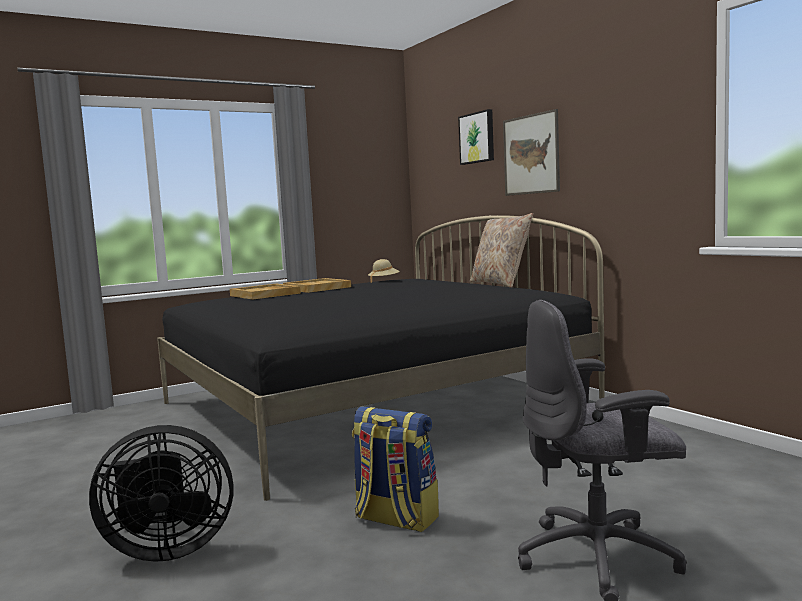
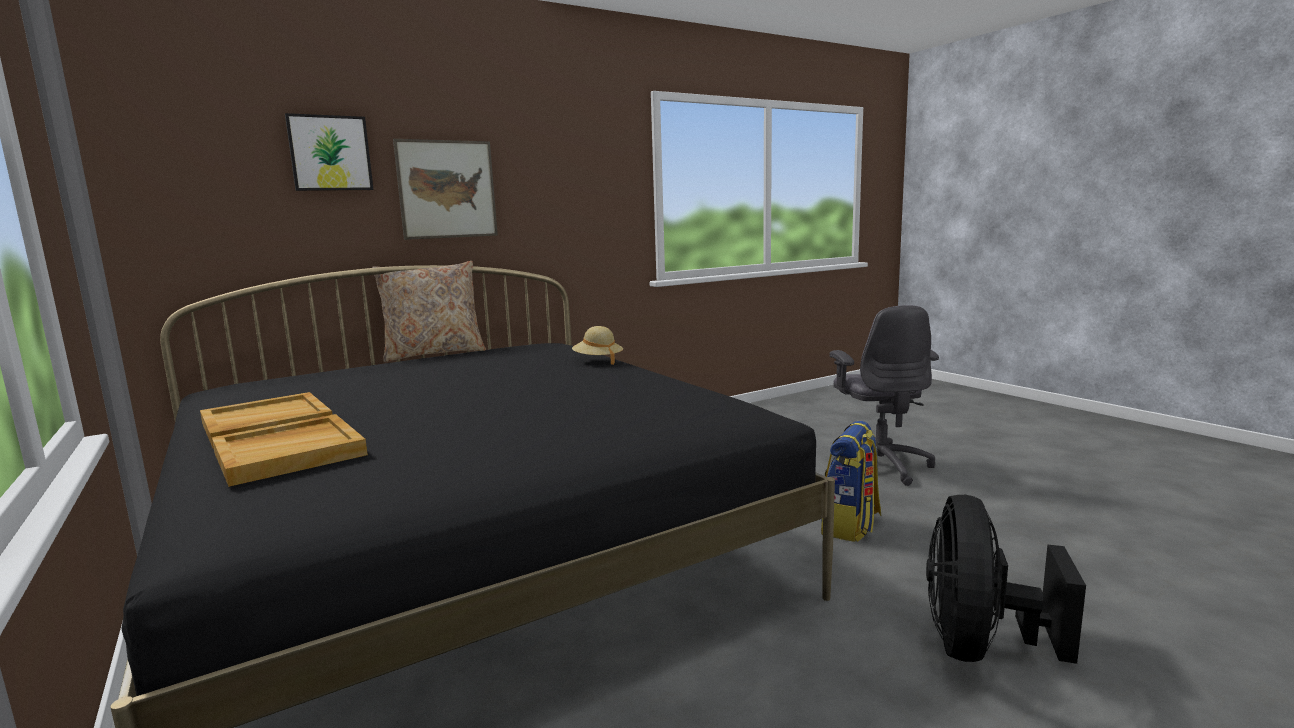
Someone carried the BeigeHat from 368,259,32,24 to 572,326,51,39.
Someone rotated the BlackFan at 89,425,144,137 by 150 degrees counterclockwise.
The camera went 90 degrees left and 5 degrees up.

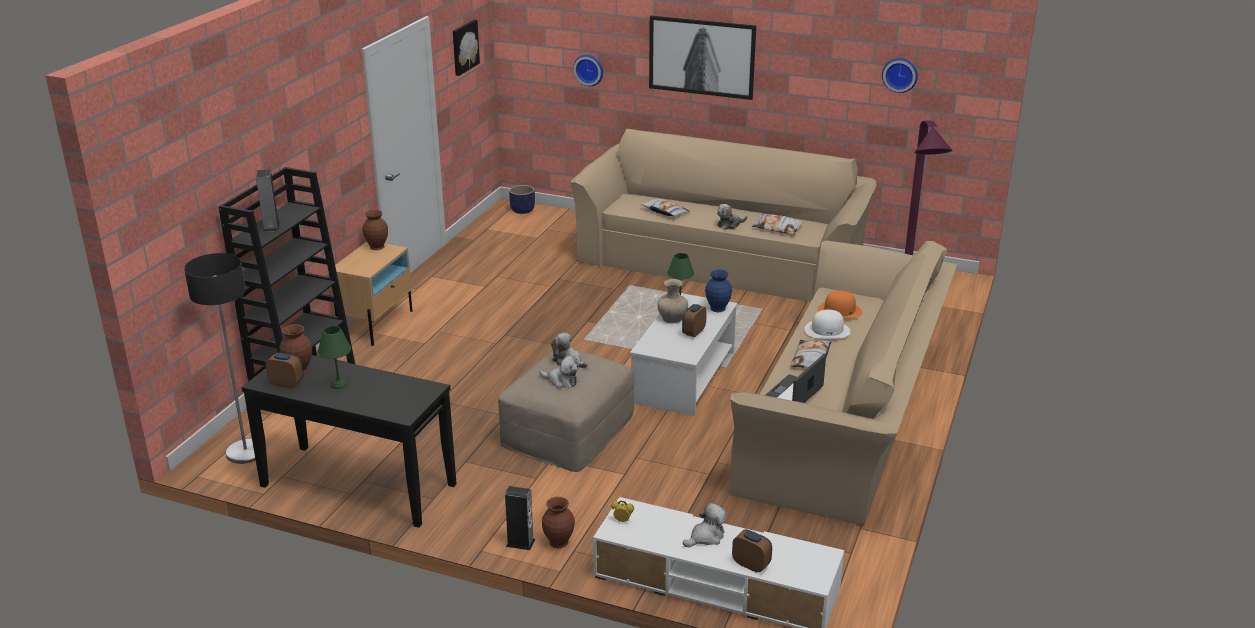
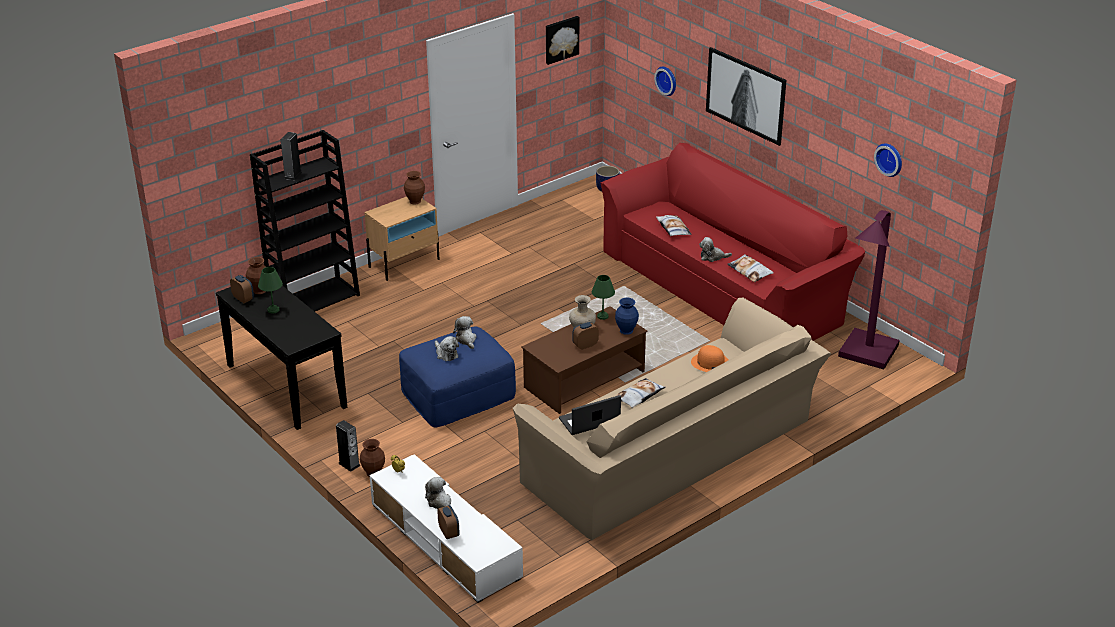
Someone repainted the BeigeOttoman at 498,350,136,122, which became the BlueOttoman at 399,326,117,102.
Someone rotated the PlushToy at 683,503,43,44 by 120 degrees counterclockwise.
Someone repainted the WhiteCoffeeTable at 630,293,107,123, which became the BrownCoffeeTable at 521,306,127,108.
Someone repainted the BeigeSofa at 570,129,307,173, which became the RedSofa at 601,143,264,198.
Someone took away the FloorLamp at 184,253,72,211.
Someone took away the WhiteHat at 804,310,46,29.
The camera went 30 degrees right and 5 degrees up.

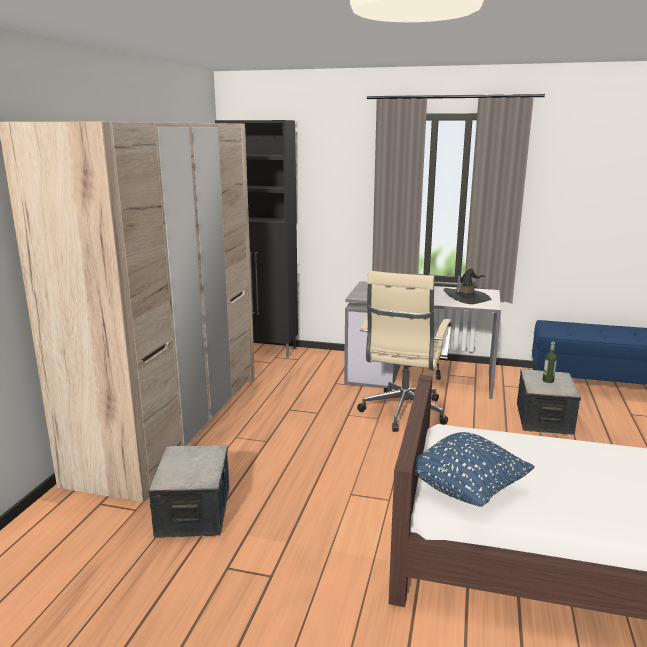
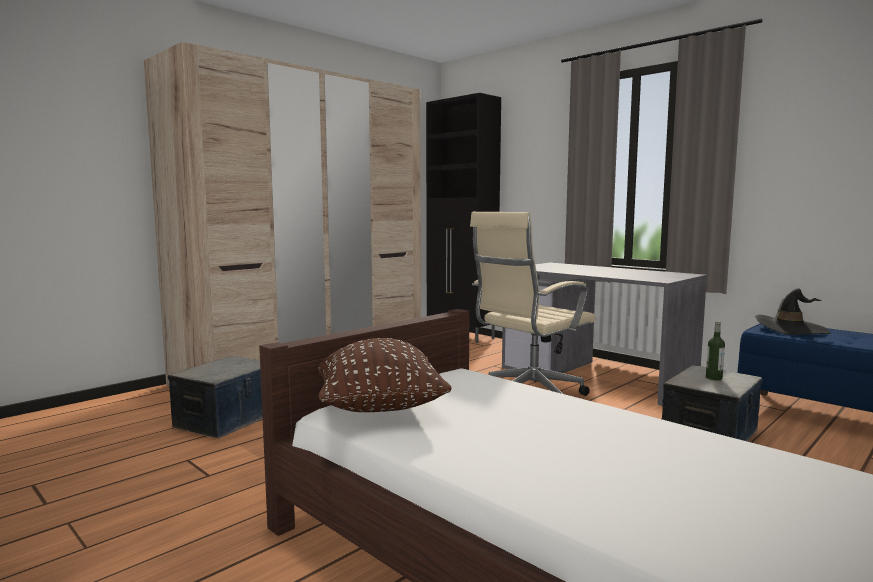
Someone repainted the BluePillow at 415,432,120,75, which became the BrownPillow at 318,338,134,74.
Someone carried the BlackHat from 443,268,48,36 to 755,288,75,47.
The camera went 30 degrees right and 10 degrees down.

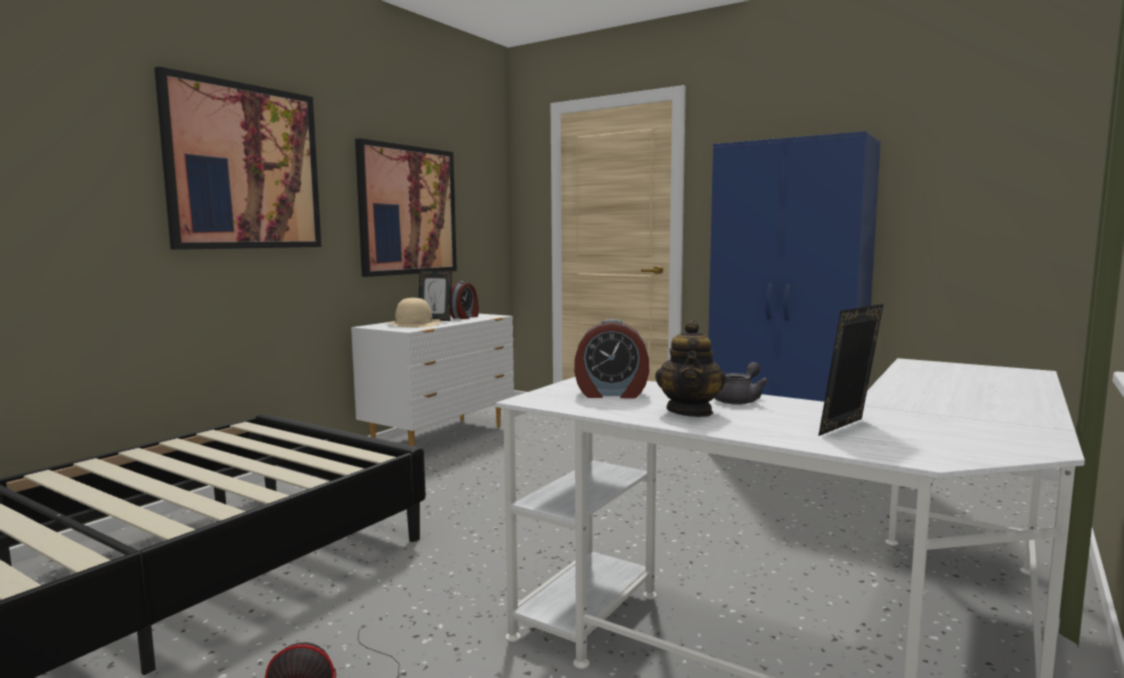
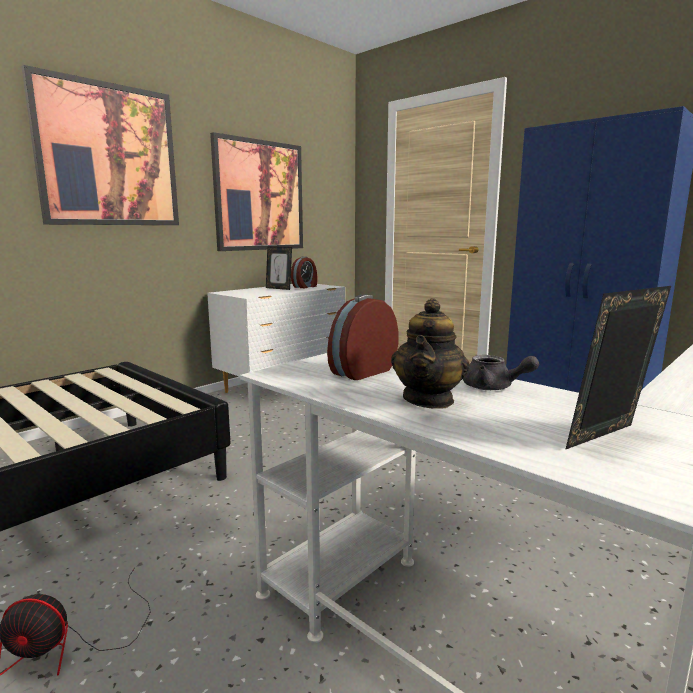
Someone rotated the AlarmClock at 574,319,75,79 by 120 degrees clockwise.
Someone rotated the GreyTeapot at 714,362,55,43 by 75 degrees clockwise.
Someone took away the BeigeHat at 386,298,55,30.
The camera went 10 degrees right and 5 degrees up.

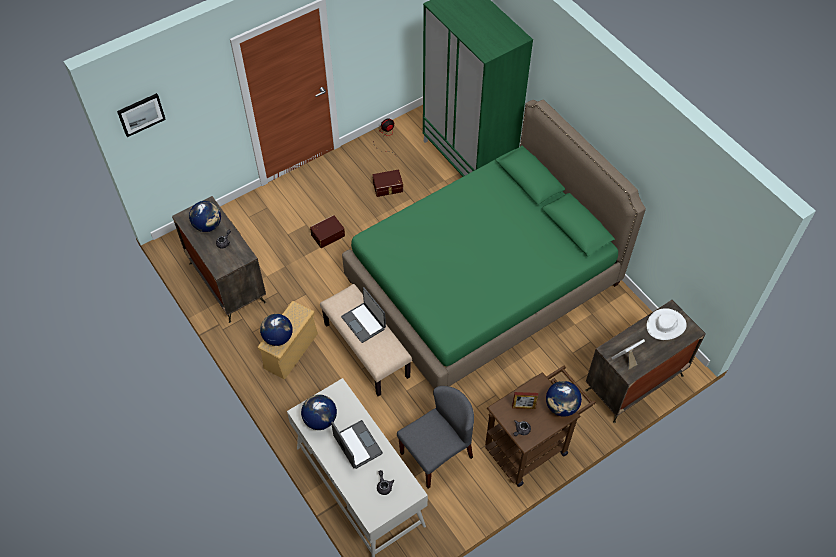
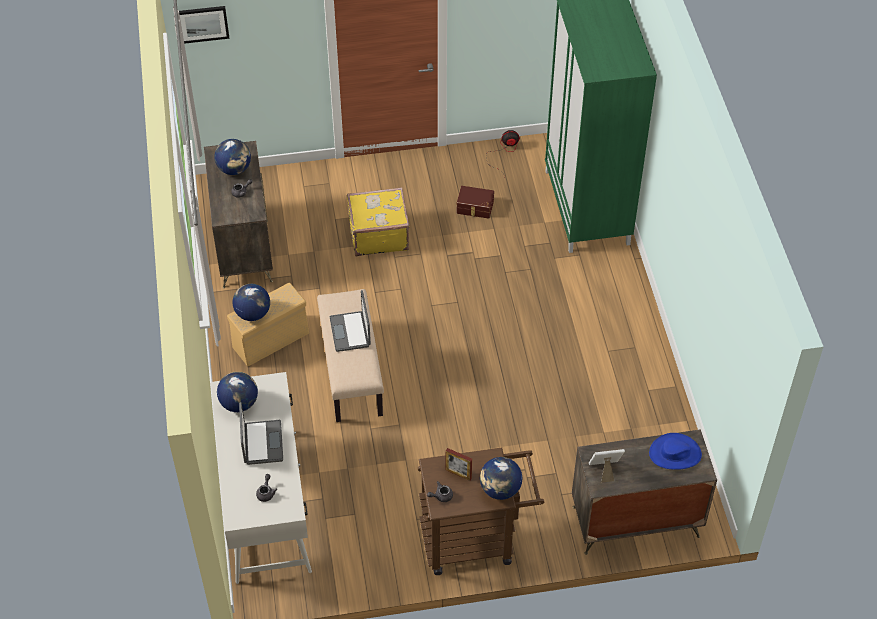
Someone swapped the BrownStorageBox at 310,215,35,33 for the YellowSuitcase at 347,187,62,69.
Someone repainted the WhiteHat at 647,308,40,32, which became the BlueHat at 649,433,53,37.
Someone took away the GreenBed at 342,100,304,289.
Someone took away the GreyChair at 397,386,77,103.
The camera went 25 degrees right and 5 degrees down.

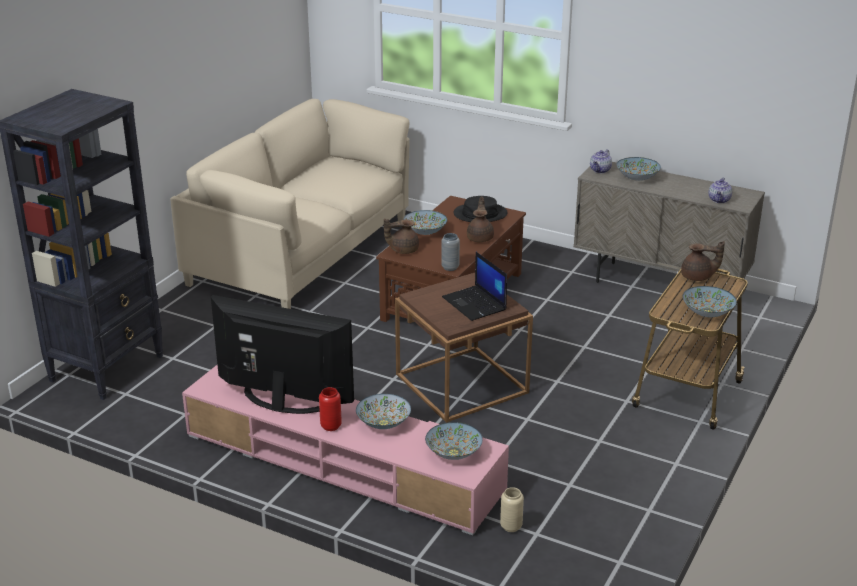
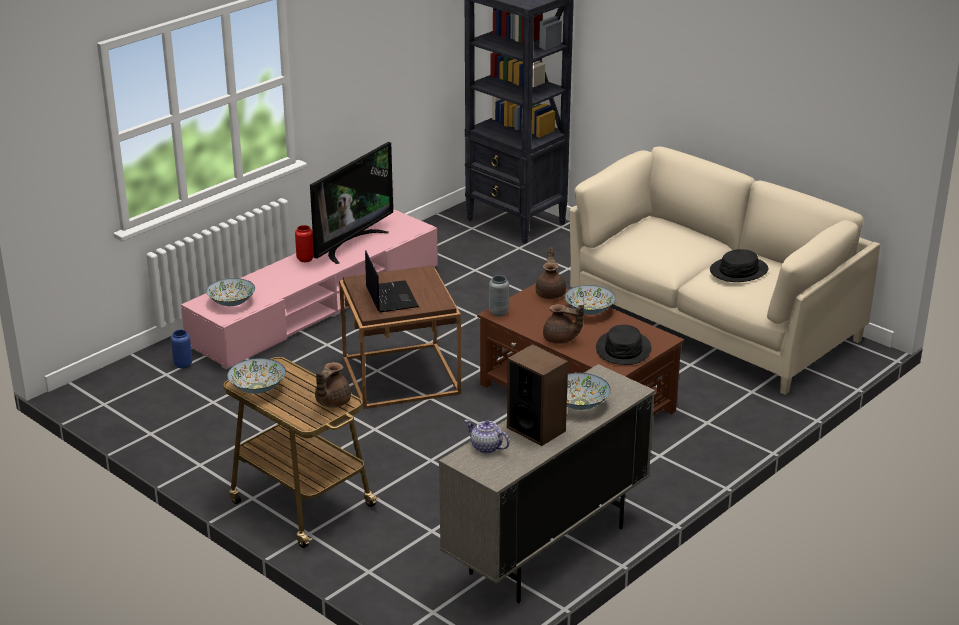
Someone repainted the BeigeVase at 500,487,24,45, which became the BlueVase at 171,330,21,39.
Someone rotated the Laptop at 442,252,65,69 by 90 degrees clockwise.
Someone put down the Speaker at 507,344,61,102.
Someone put down the BlackHat at 710,249,59,33.
Someone took away the Bowl at 356,394,55,35.
Someone took away the Teapot at 590,149,22,24.
The camera went 105 degrees right and 0 degrees up.

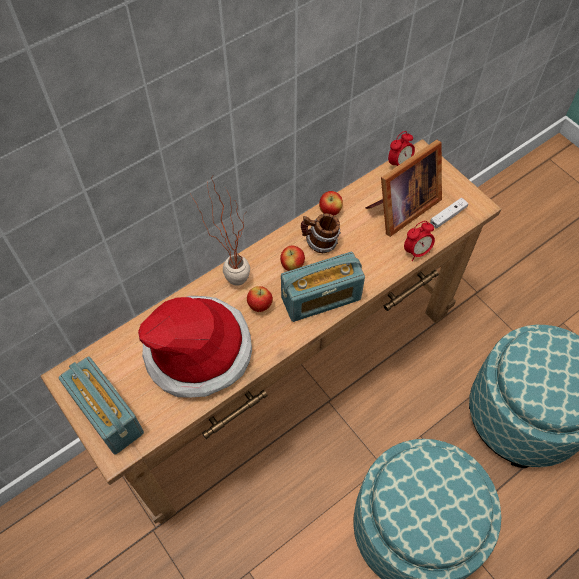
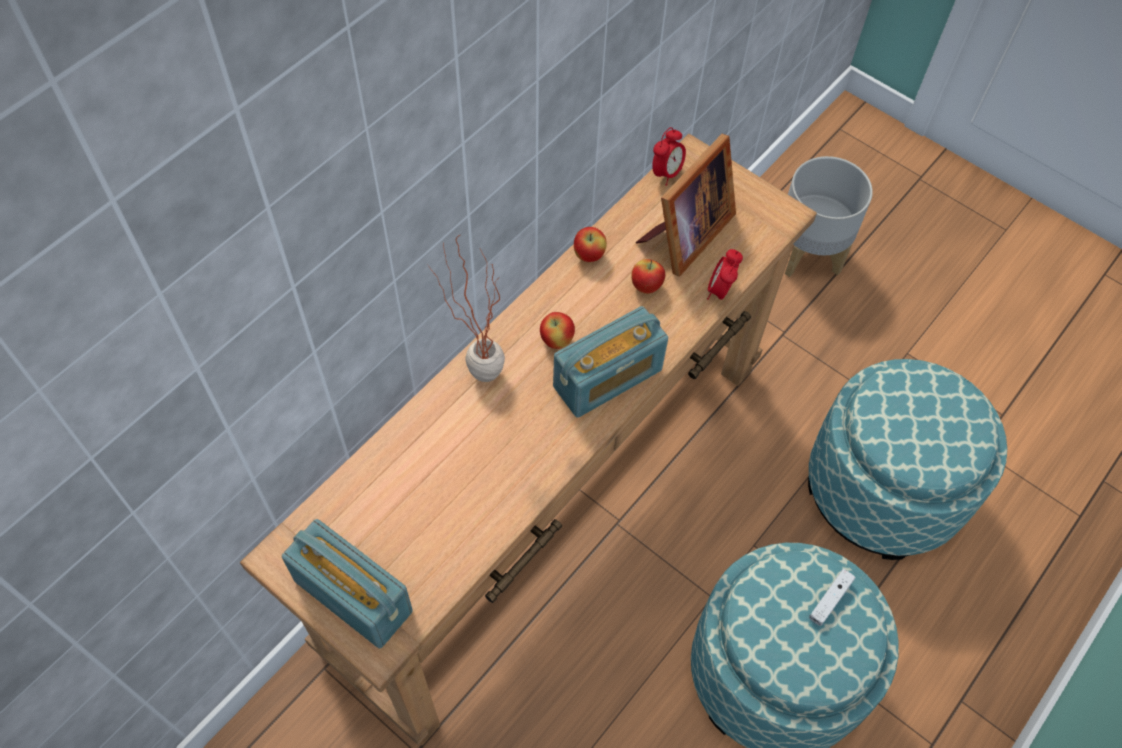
Someone carried the Apple from 247,286,26,26 to 631,259,34,35.
Someone rotated the AlarmClock at 404,221,31,40 by 150 degrees clockwise.
Someone put down the GreyPlanter at 785,156,88,121.
Someone carried the WhiteGameController from 430,198,38,30 to 809,569,47,57.
Someone took away the Hat at 138,296,114,102.
Someone took away the Mug at 301,213,40,40.
The camera went 15 degrees left and 0 degrees up.

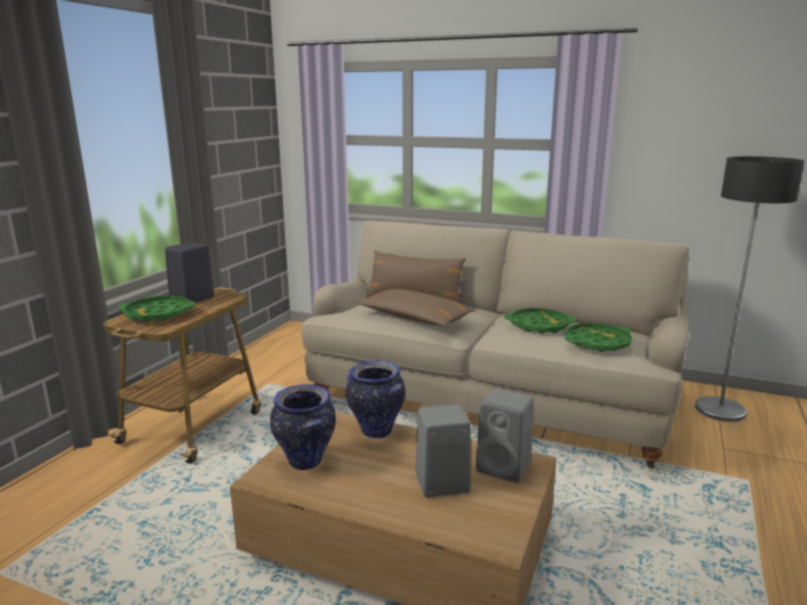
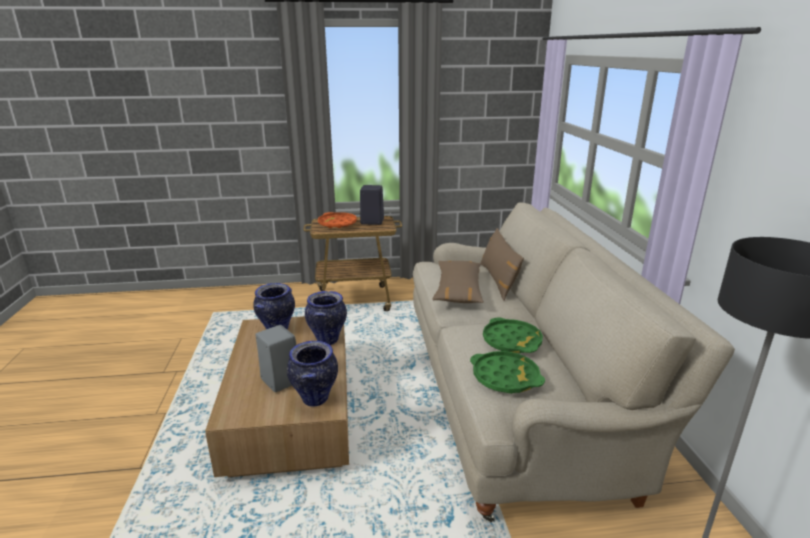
Someone swapped the GreySpeaker at 475,388,58,94 for the Vase at 287,341,51,66.
Someone repainted the GreenTray at 118,296,78,26, which became the OrangeTray at 318,212,39,16.
The camera went 60 degrees right and 5 degrees up.

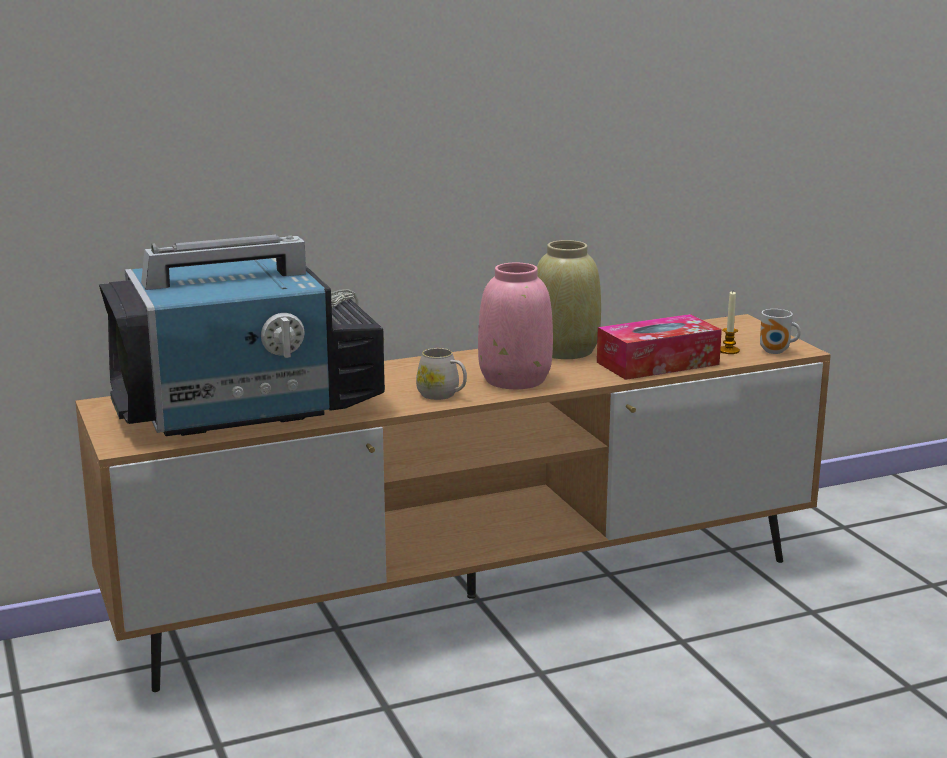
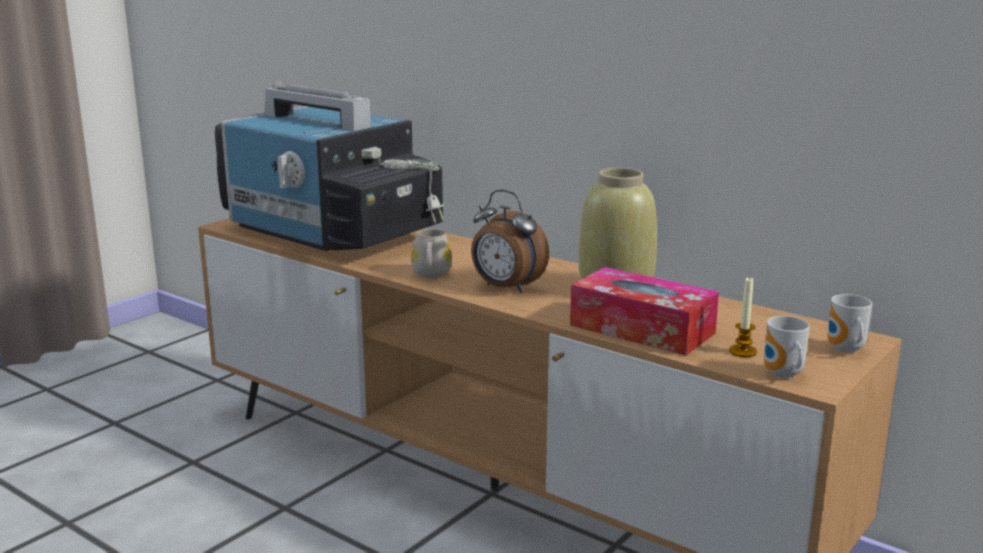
Someone swapped the PinkVase at 478,263,75,126 for the AlarmClock at 471,190,78,103.
Someone put down the Mug at 828,294,44,59.
The camera went 60 degrees right and 0 degrees up.

